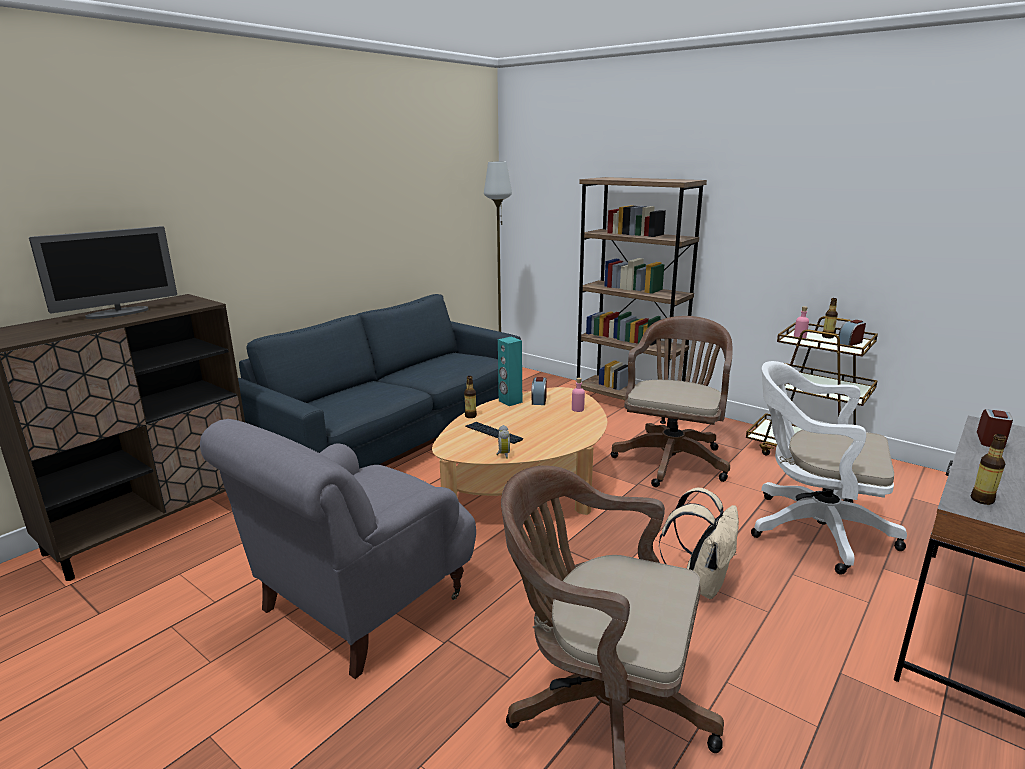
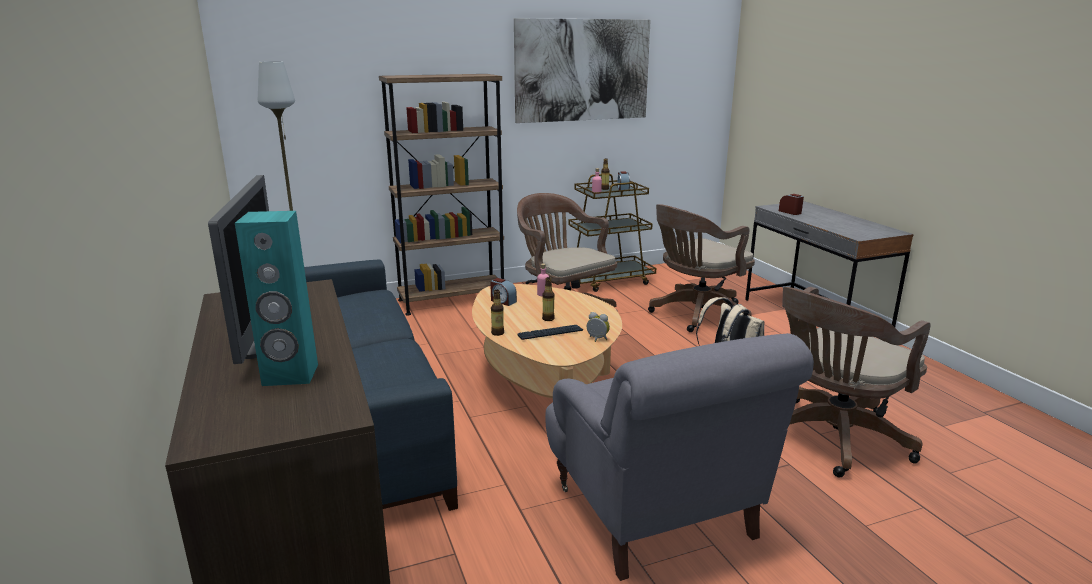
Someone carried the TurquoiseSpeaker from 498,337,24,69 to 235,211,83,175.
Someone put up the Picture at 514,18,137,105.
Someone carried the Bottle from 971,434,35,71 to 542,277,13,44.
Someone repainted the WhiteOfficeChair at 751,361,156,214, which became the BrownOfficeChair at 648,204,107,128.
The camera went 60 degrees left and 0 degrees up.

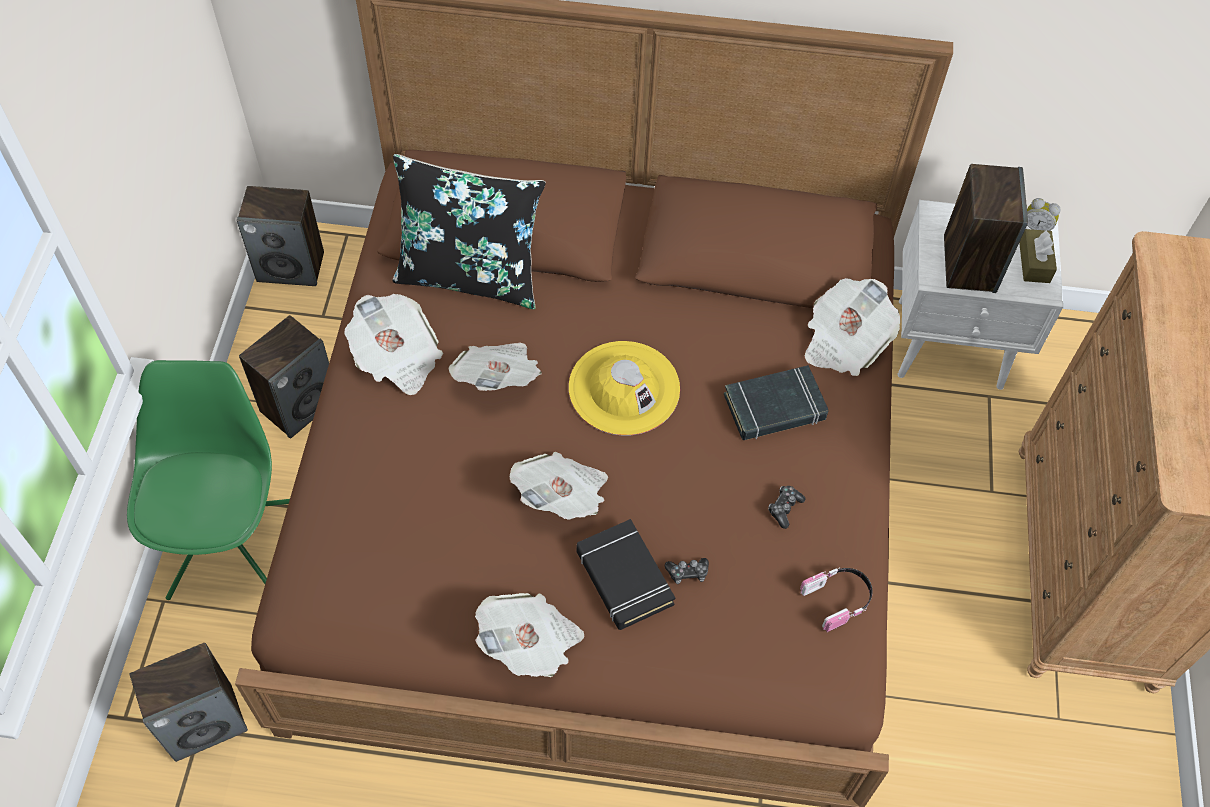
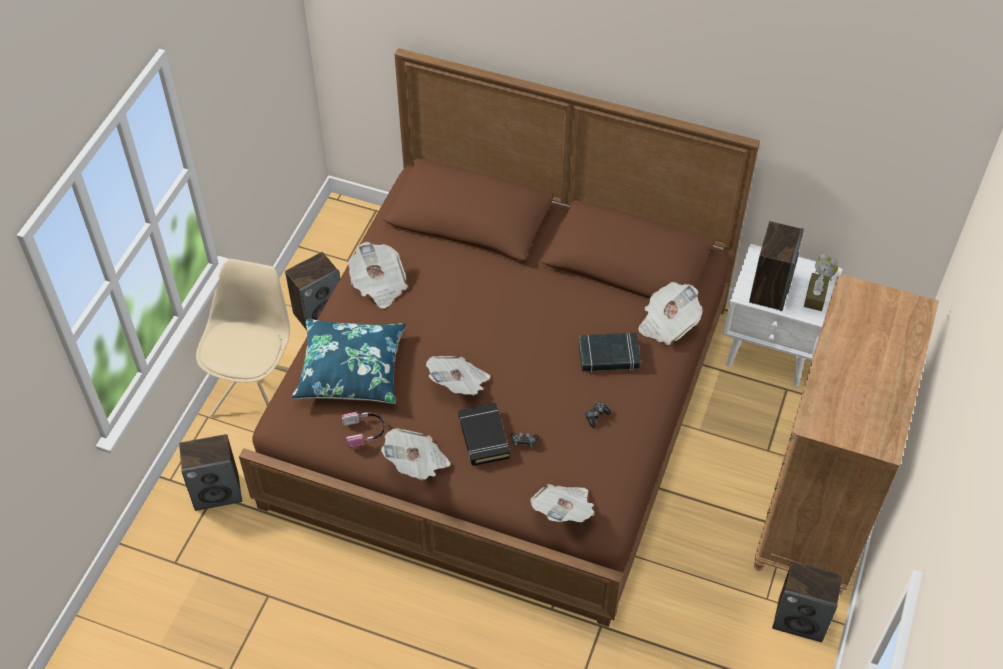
Someone repainted the GreenChair at 127,360,163,240, which became the BeigeChair at 196,259,94,158.
Someone put down the BluePillow at 291,319,115,85.
Someone carried the Headphones from 800,567,73,65 to 342,412,43,36.
Someone carried the Newspaper from 449,342,93,49 to 531,484,64,38.
Someone carried the Speaker from 236,186,88,100 to 772,561,71,81.
Someone took away the BlackPillow at 393,154,153,155.
Someone took away the YellowHat at 569,341,111,95.
The camera went 15 degrees right and 5 degrees down.

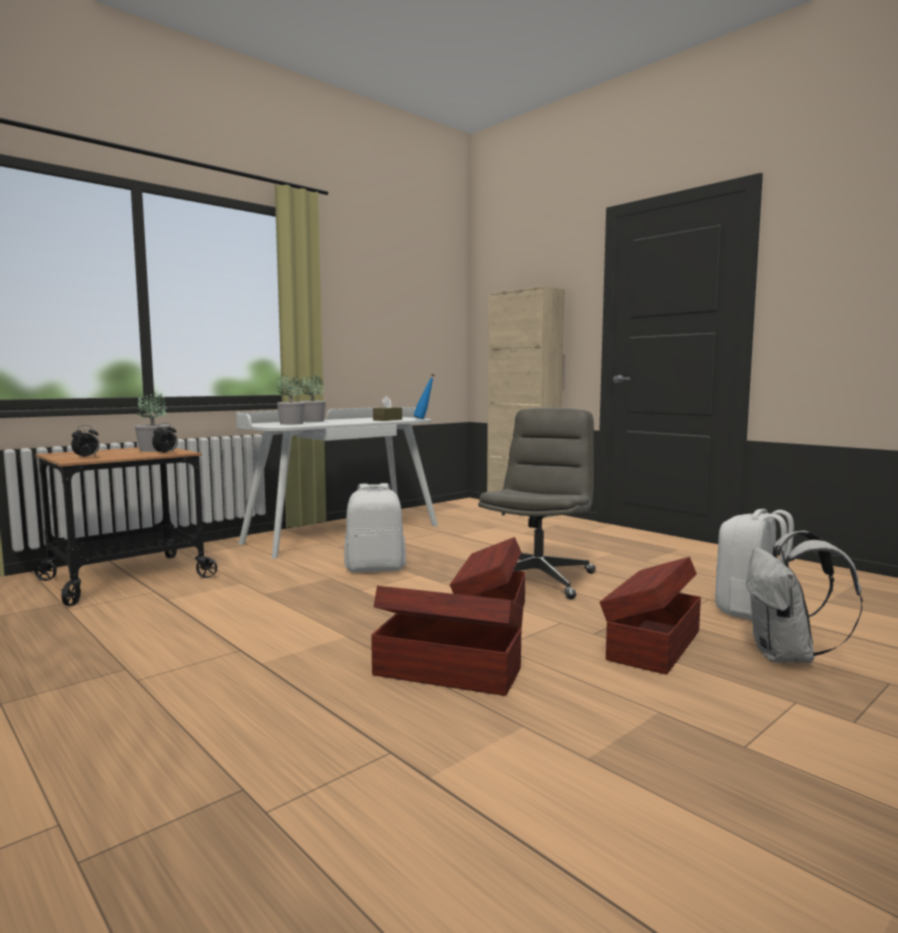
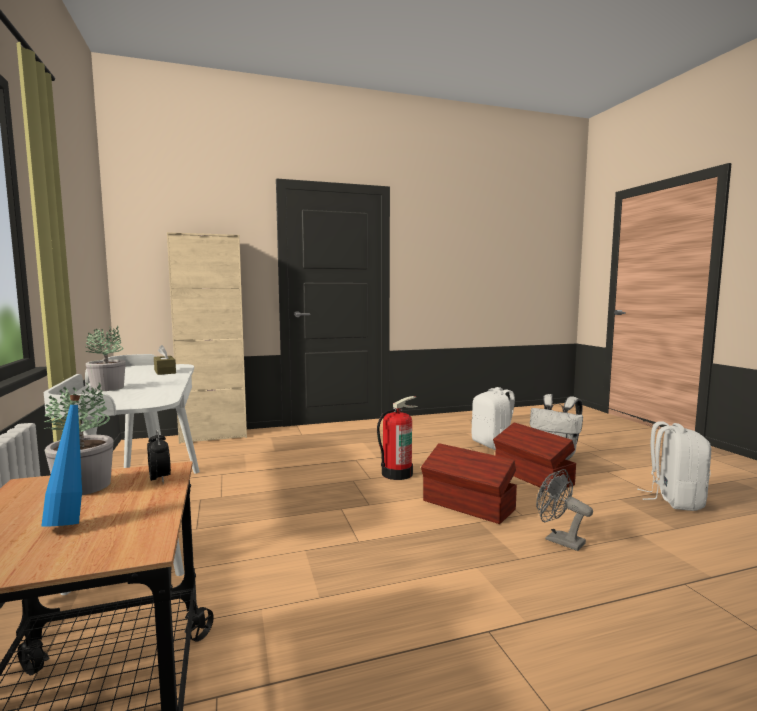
Someone carried the BlueBottle from 413,374,21,45 to 41,395,41,132.
Someone swapped the GreyOfficeChair at 478,408,118,191 for the FireExtinguisher at 377,396,41,84.
Someone swapped the BrownStorageBox at 371,586,152,110 for the GreyFan at 536,469,57,82.
Someone carried the WhiteBackpack from 344,483,62,89 to 637,421,74,90.
Someone took away the AlarmClock at 71,425,28,33.
Someone took away the PottedPlant at 277,373,28,52.
The camera went 65 degrees left and 0 degrees up.

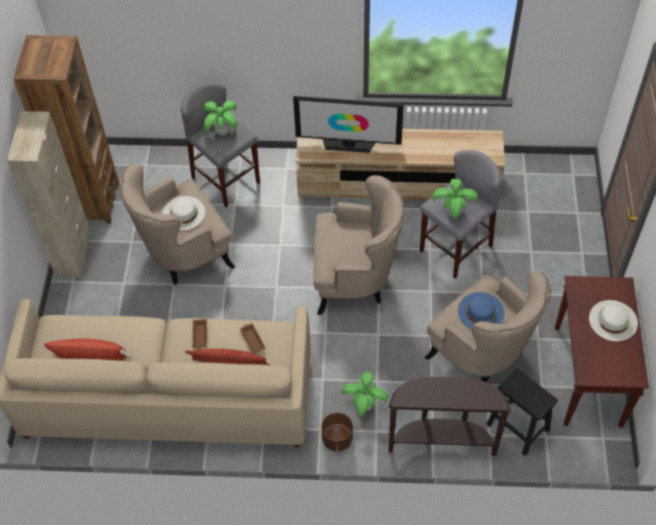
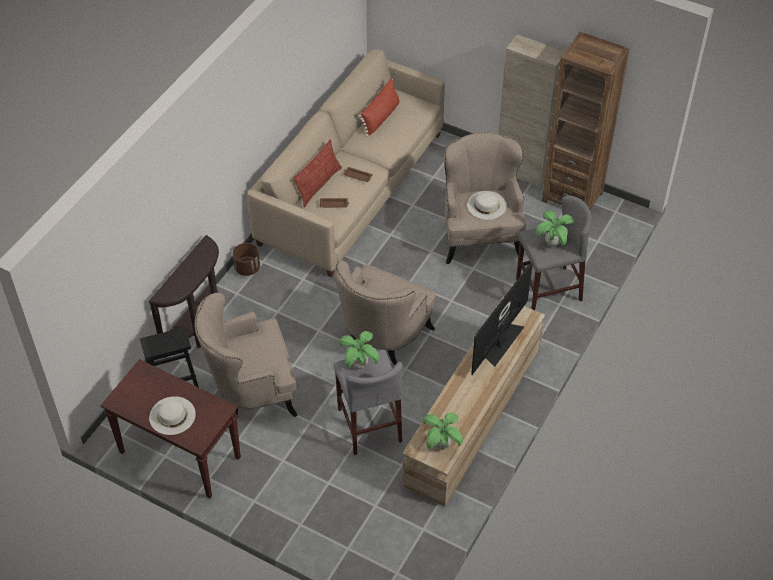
Someone carried the PottedPlant from 342,372,46,44 to 423,412,40,38.
Someone took away the BlueHat at 458,292,46,37.
The camera went 115 degrees right and 5 degrees down.

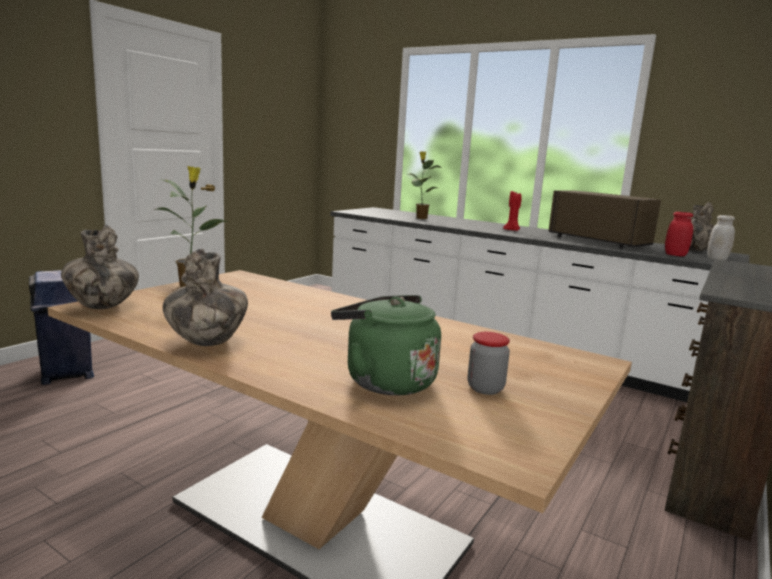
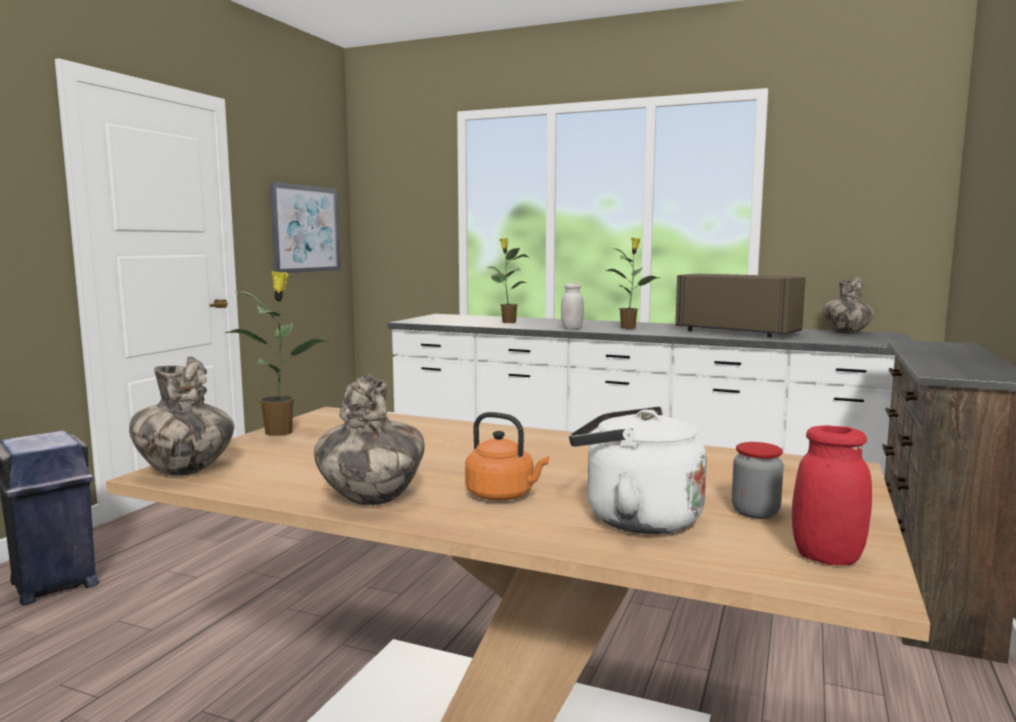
Someone put up the Picture at 270,182,70,91.
Someone put down the OrangeKettle at 465,412,84,88.
Someone carried the WhiteJar from 708,215,27,45 to 561,283,23,46.
Someone repainted the GreenKettle at 331,295,110,100, which became the WhiteKettle at 569,406,138,128.
Someone swapped the RedCandle at 503,191,19,40 for the PottedPlant at 605,237,54,92.
Someone carried the RedJar from 665,212,28,44 to 792,425,80,140.
The camera went 10 degrees left and 5 degrees down.

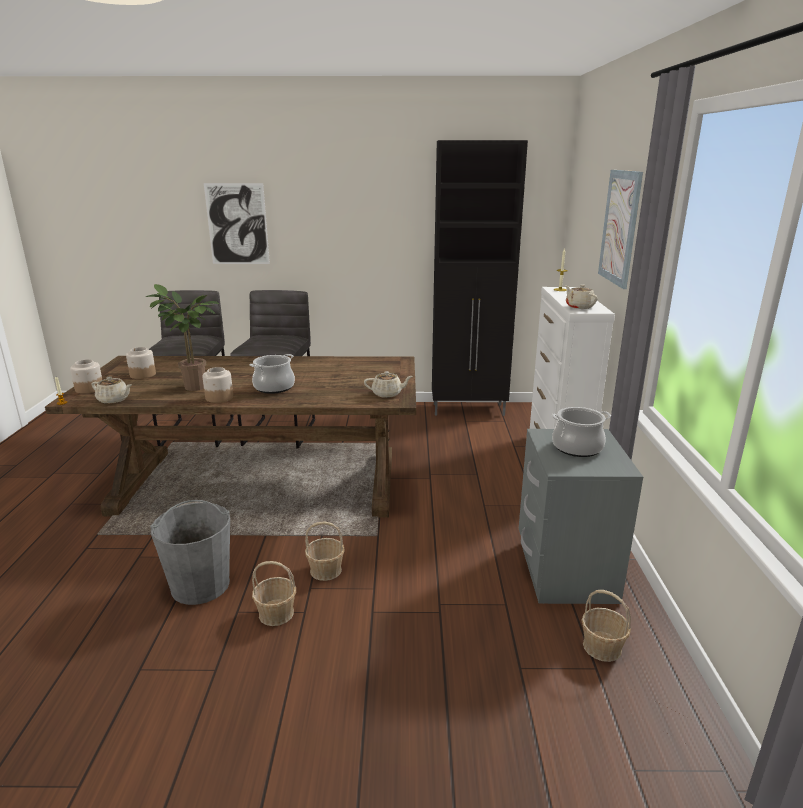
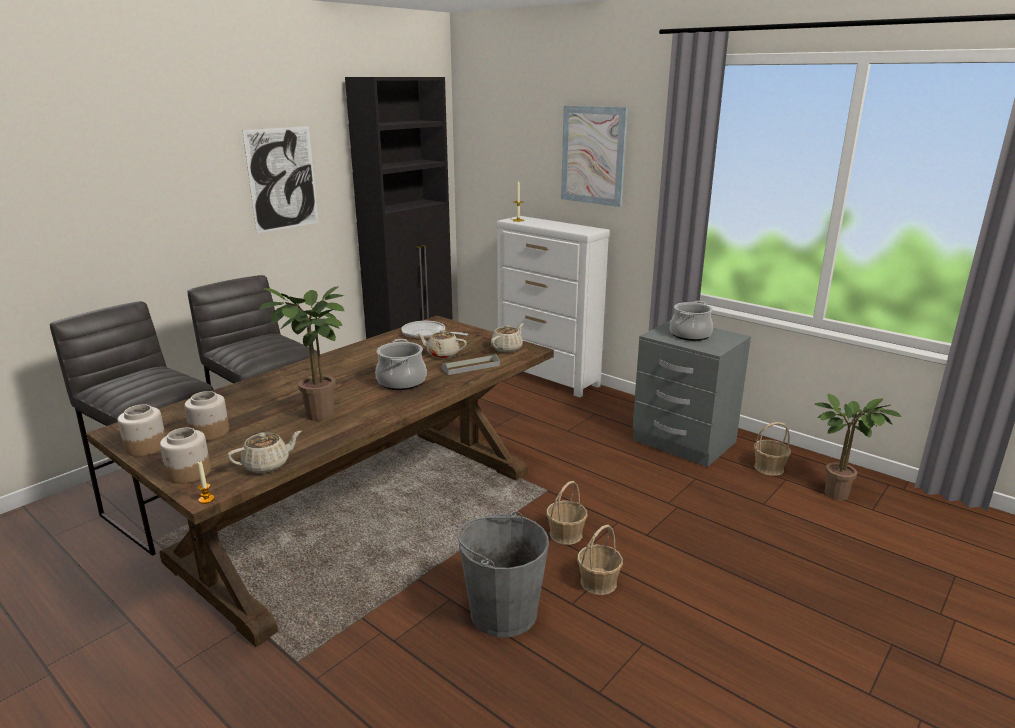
Someone carried the Jar from 202,367,31,36 to 118,404,48,52.
Someone carried the Picture from 204,183,66,81 to 242,126,76,107.
Someone put down the FryingPan at 401,321,67,19.
Someone carried the BeigeTeapot from 565,284,33,25 to 416,330,51,29.
Someone put down the GreyTray at 442,354,58,21.
Someone put down the PottedPlant at 814,394,87,107.
The camera went 50 degrees left and 0 degrees up.

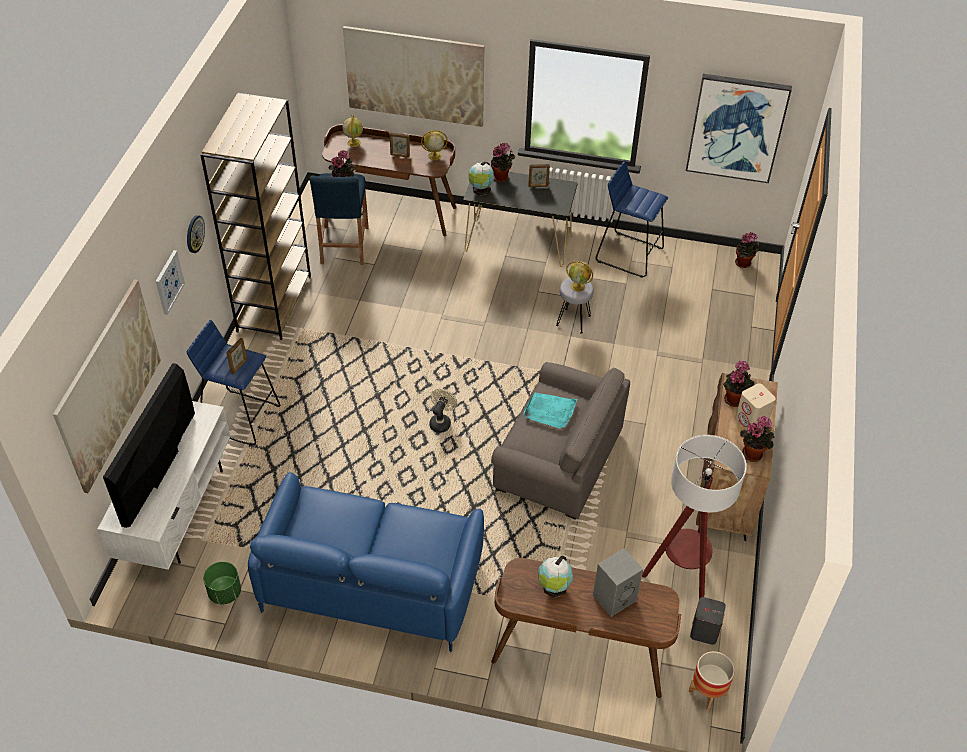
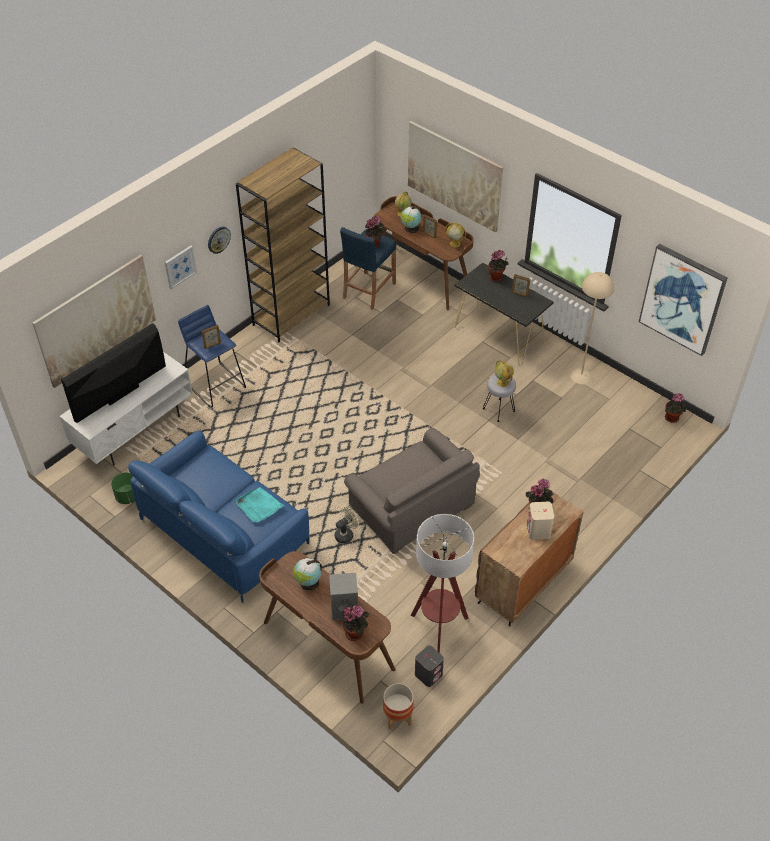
Someone carried the TurquoiseTray from 523,393,54,35 to 236,487,48,35.
Someone carried the BeigeFan from 429,389,28,44 to 335,507,24,37.
Someone carried the PottedPlant from 740,415,34,47 to 342,605,27,36.
Someone carried the Globe from 469,161,25,34 to 401,206,21,27.
Someone swapped the BlueStool at 596,161,72,117 for the BeigeFloorLamp at 570,272,44,112.
The camera went 30 degrees right and 0 degrees up.

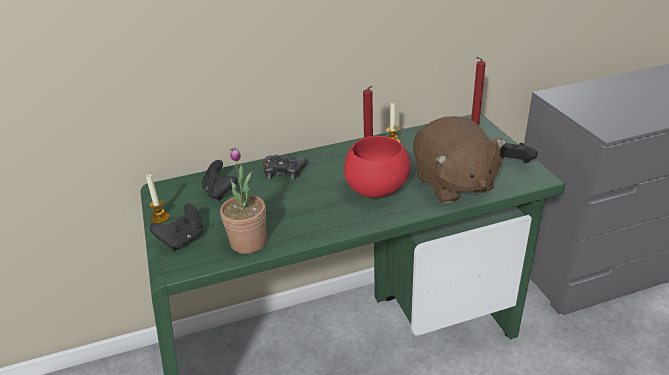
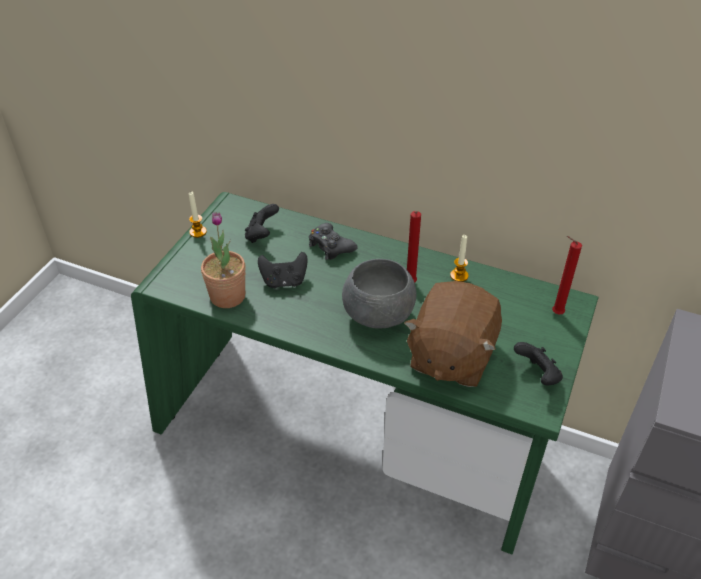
Someone carried the BlackGameController from 150,203,53,47 to 258,252,50,36.
Someone repainted the RedBowl at 344,136,66,62, which became the GreyBowl at 342,259,75,70.
The camera went 40 degrees right and 10 degrees up.

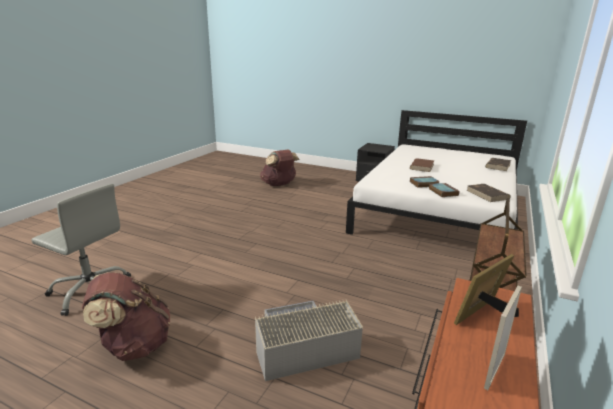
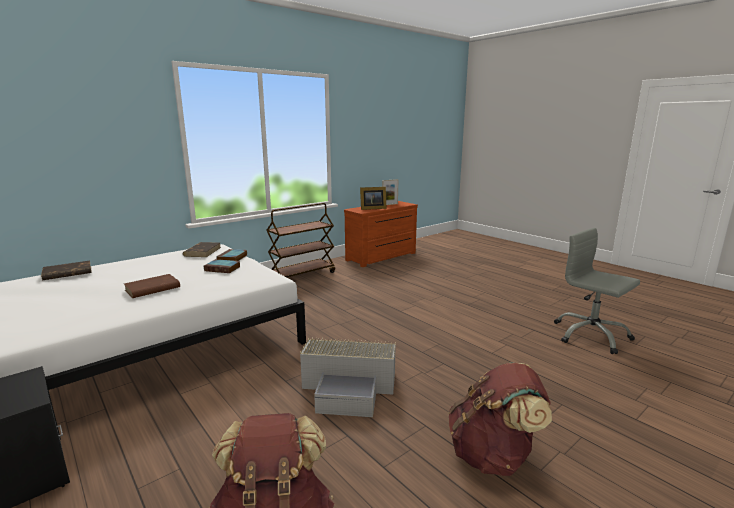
Someone carried the GreyStorageBox from 255,300,108,81 to 300,337,96,80.
Someone carried the BrownBackpack from 82,272,88,89 to 449,362,103,114.
The camera went 155 degrees left and 5 degrees down.

